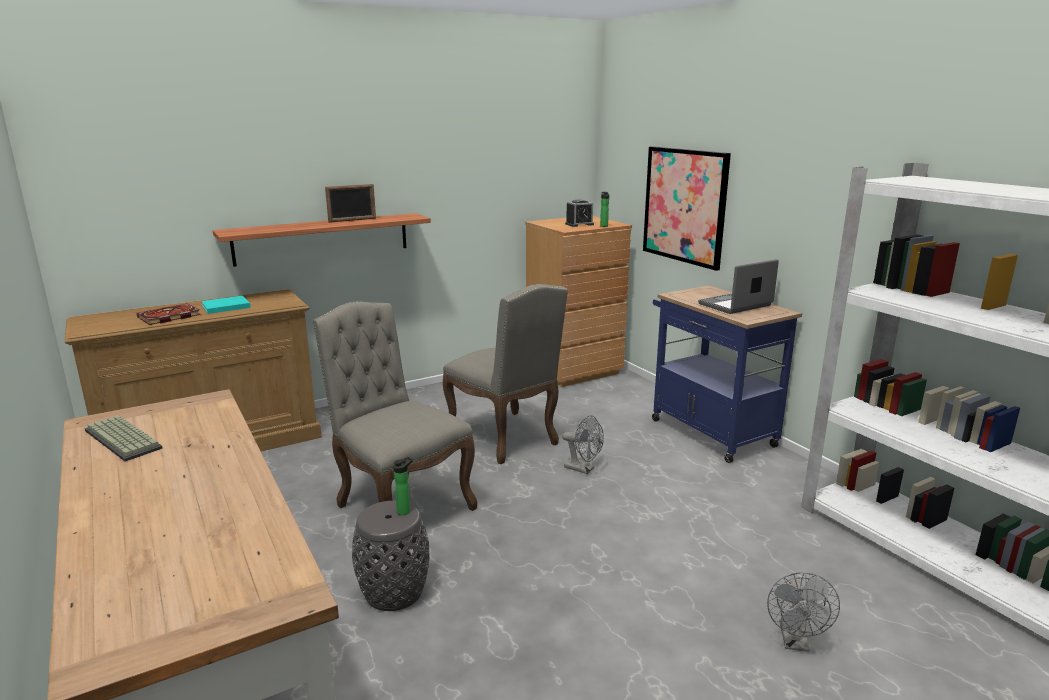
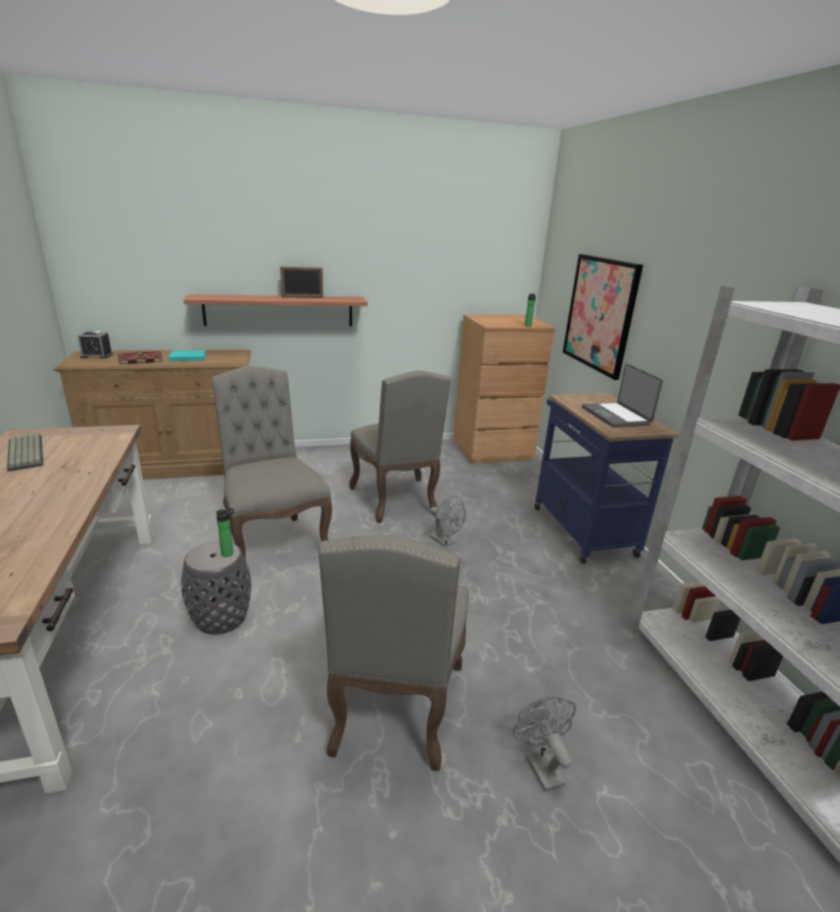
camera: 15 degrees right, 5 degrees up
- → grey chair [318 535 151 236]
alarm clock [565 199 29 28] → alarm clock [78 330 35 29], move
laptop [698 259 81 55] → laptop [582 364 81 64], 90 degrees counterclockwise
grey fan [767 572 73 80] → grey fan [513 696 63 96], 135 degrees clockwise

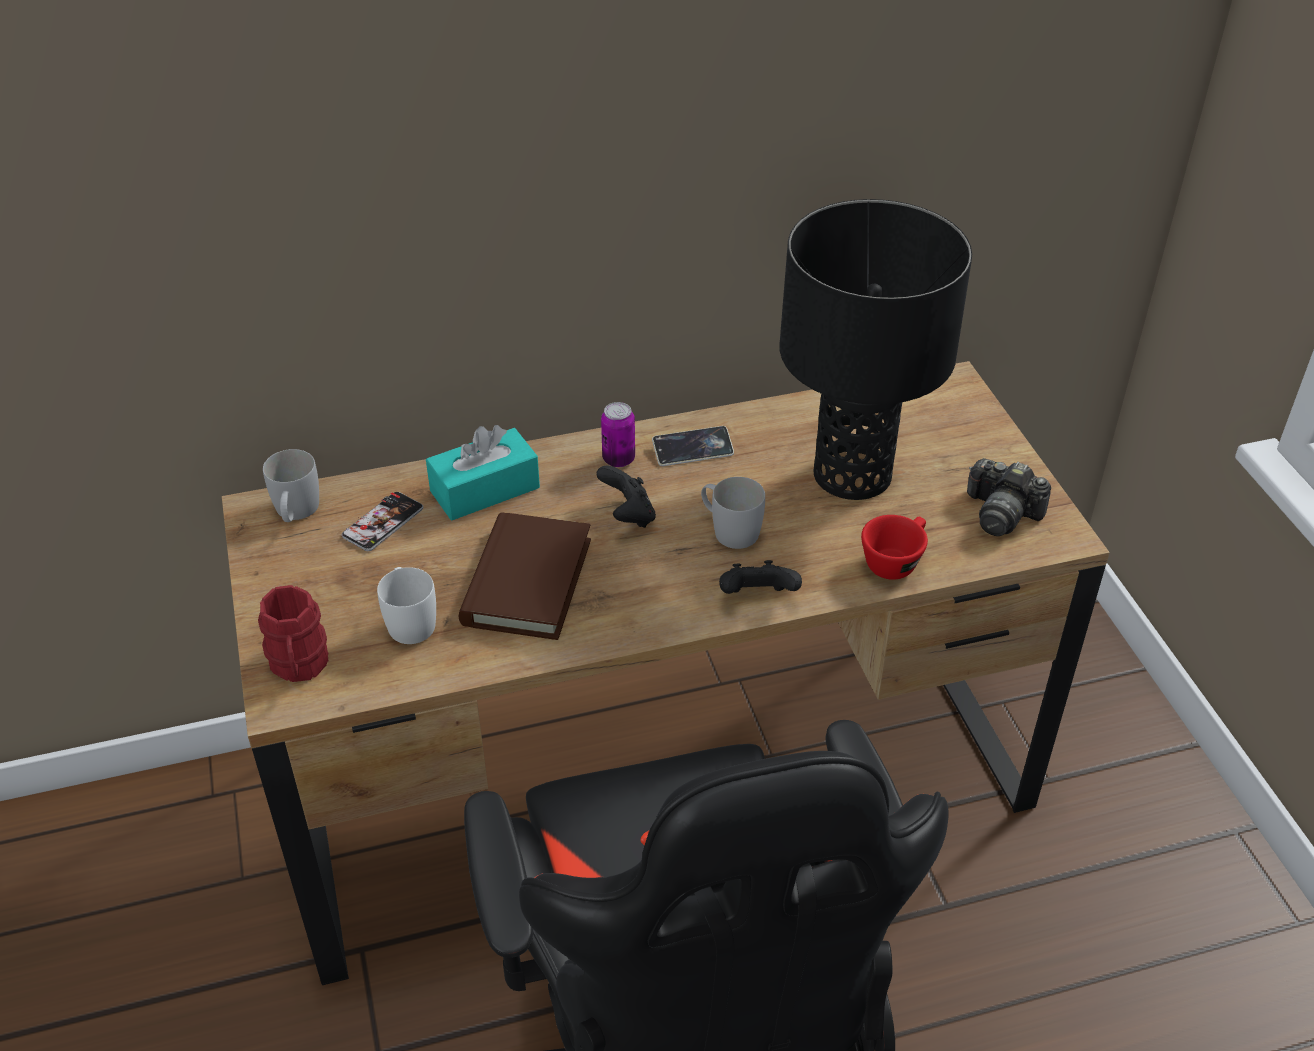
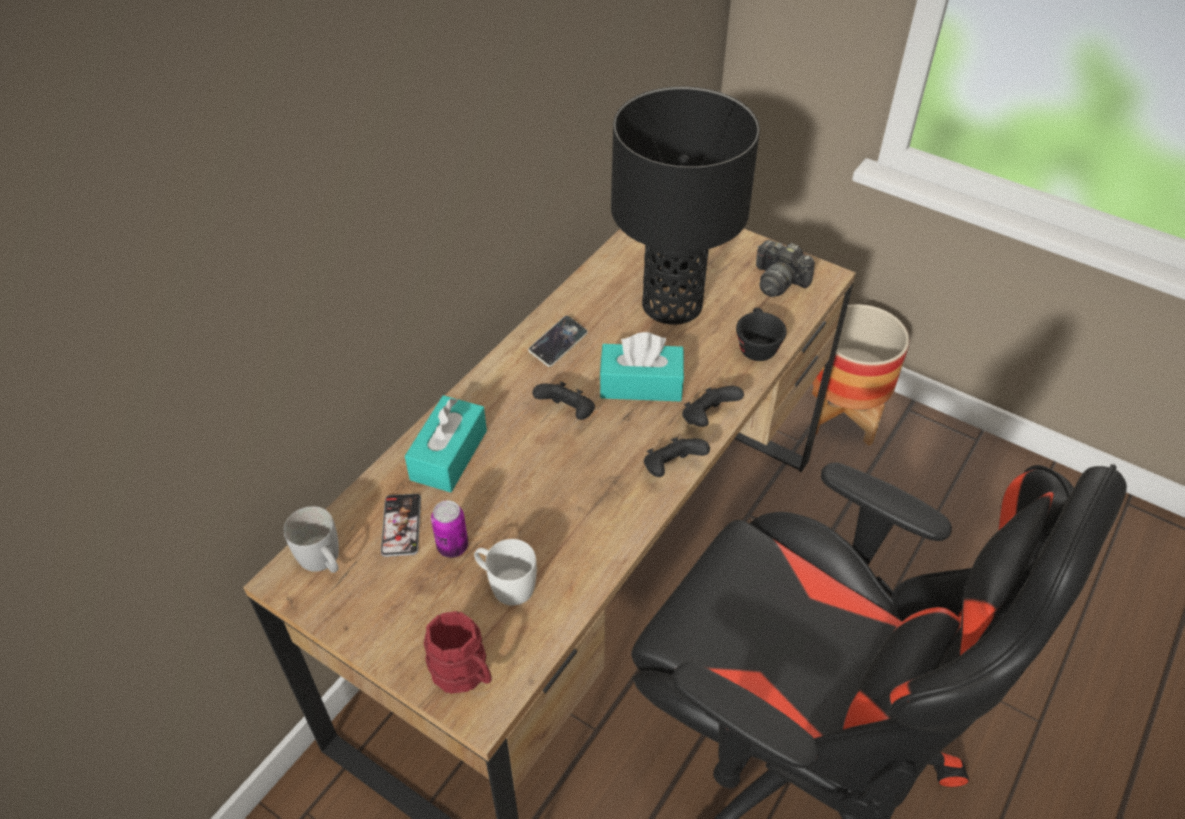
camera: 40 degrees left, 5 degrees up
brown book [459 512 132 128] → -
- → black game controller [644 437 66 40]
- → planter [811 304 98 142]
can [601 402 34 65] → can [431 500 37 58], move
white mug [701 477 64 72] → turquoise tissue box [599 332 85 69]
red cup [861 515 67 65] → black cup [736 308 50 53]
photo camera [967 458 84 78] → photo camera [756 240 59 57], 45 degrees clockwise

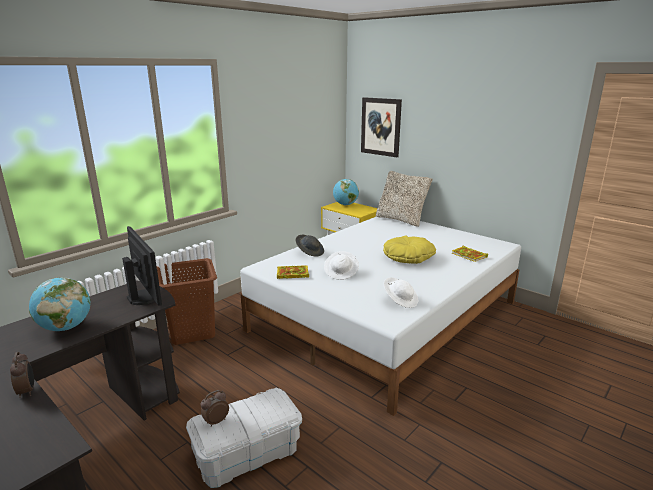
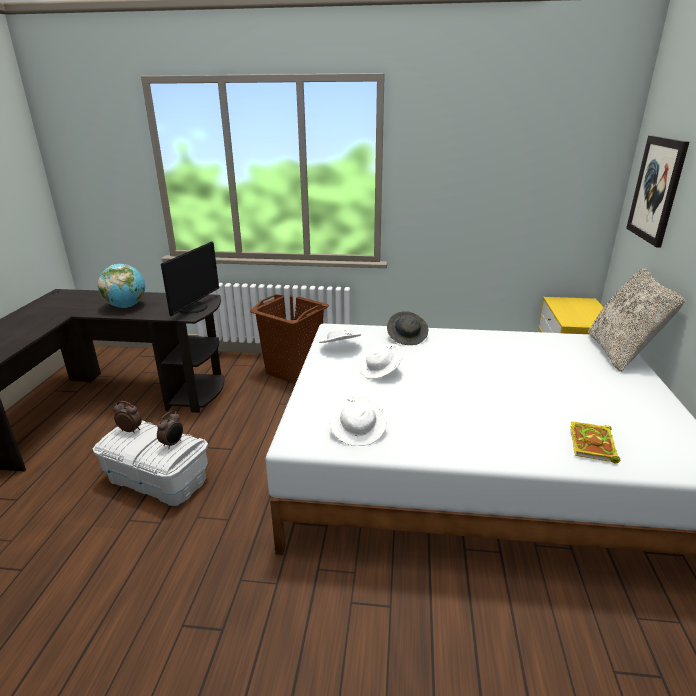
camera: 55 degrees right, 5 degrees up
globe [333 179 26 26] → -
yellow pillow [383 235 53 29] → -
alarm clock [10 352 24 46] → alarm clock [157 411 26 38], move
book [277 265 32 14] → white hat [319 326 43 17]

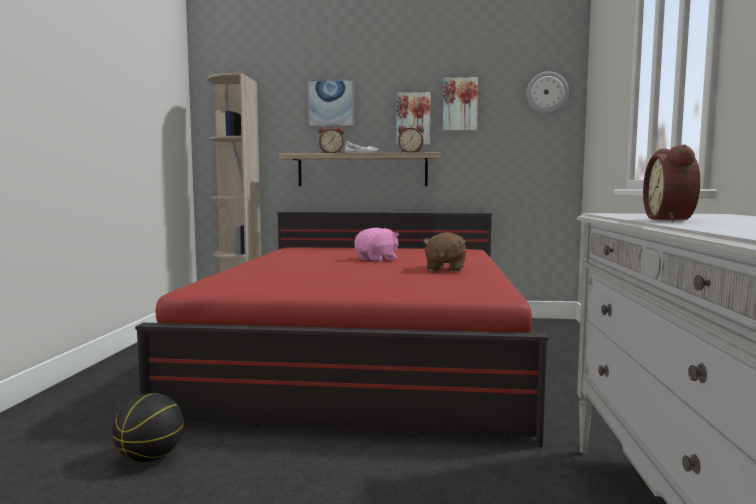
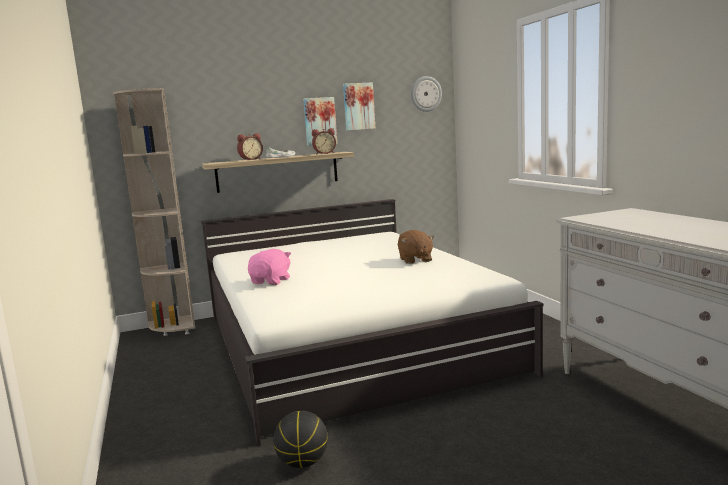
camera: 25 degrees left, 5 degrees up
picture [307 79 47 48] → -
alarm clock [643 144 57 77] → -
pink plush toy [354 228 45 34] → pink plush toy [248 249 43 36], move
red bed [135 212 413 235] → white bed [201 199 343 247]

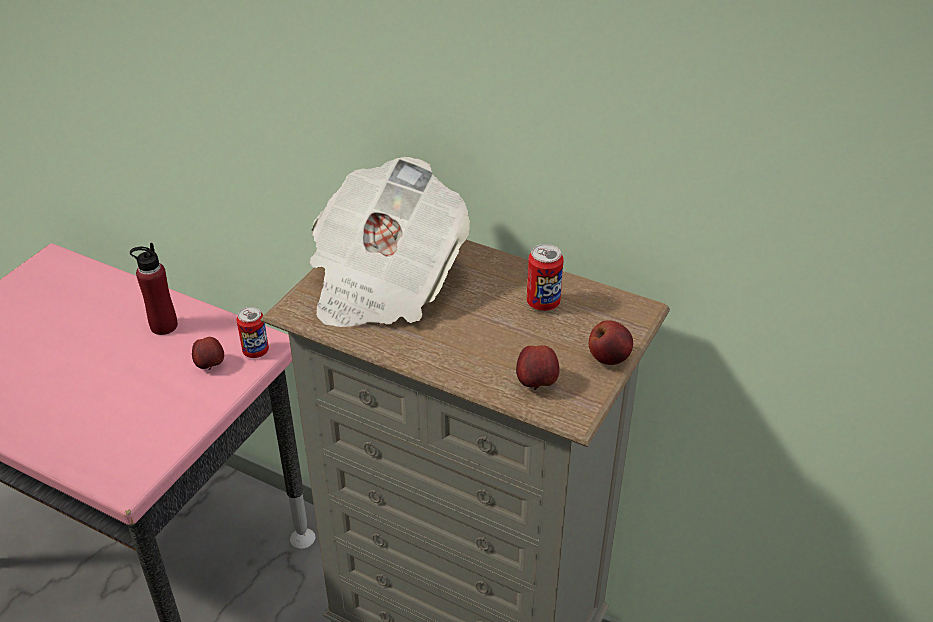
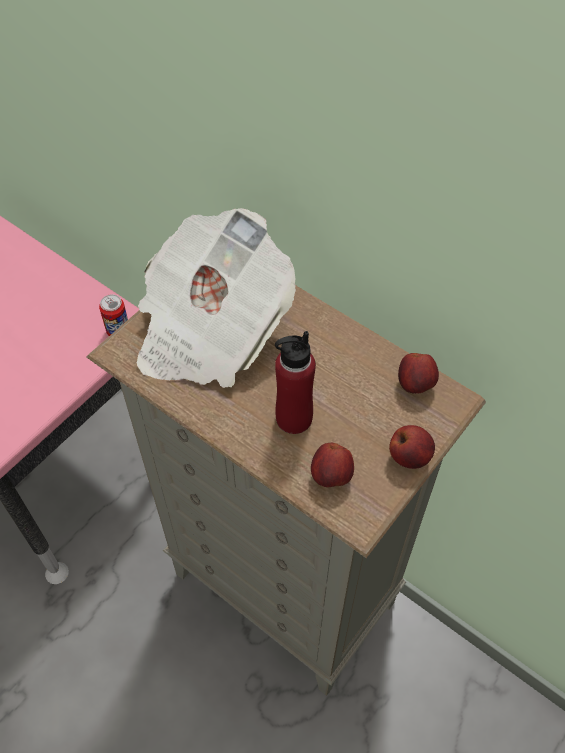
camera: 10 degrees right, 15 degrees up
can [527 244 37 67] → -
red bottle [130 243 48 92] → red bottle [275 331 41 103], move
apple [192 337 32 33] → apple [398 353 41 41], move

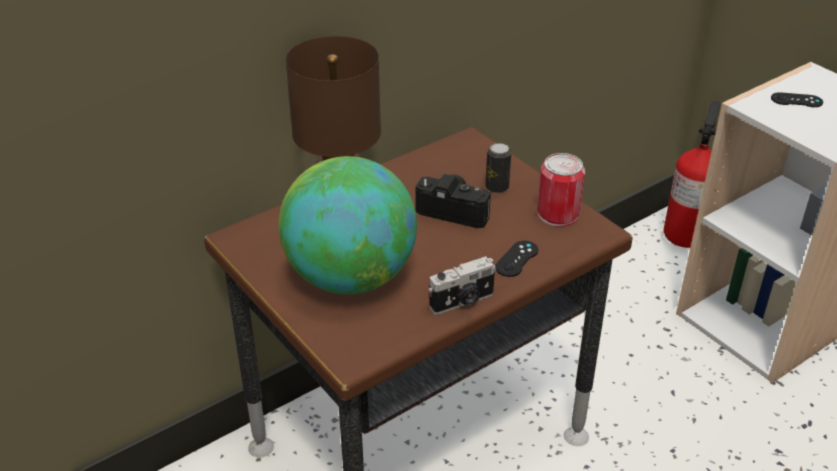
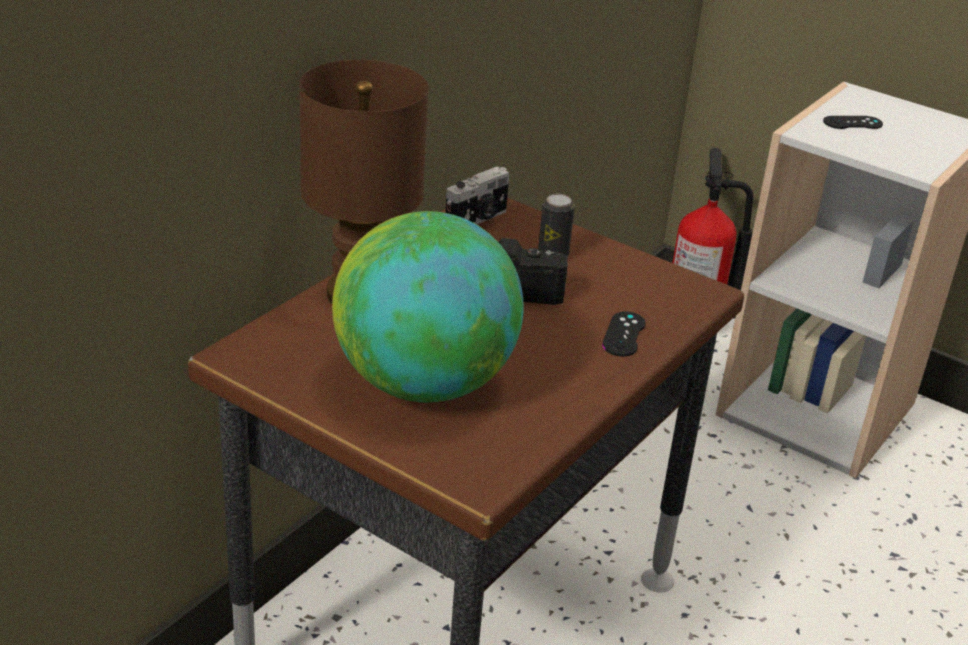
camera: 20 degrees left, 5 degrees down
can [537 153 48 73] → -
photo camera [428 256 68 59] → photo camera [445 166 64 59], move

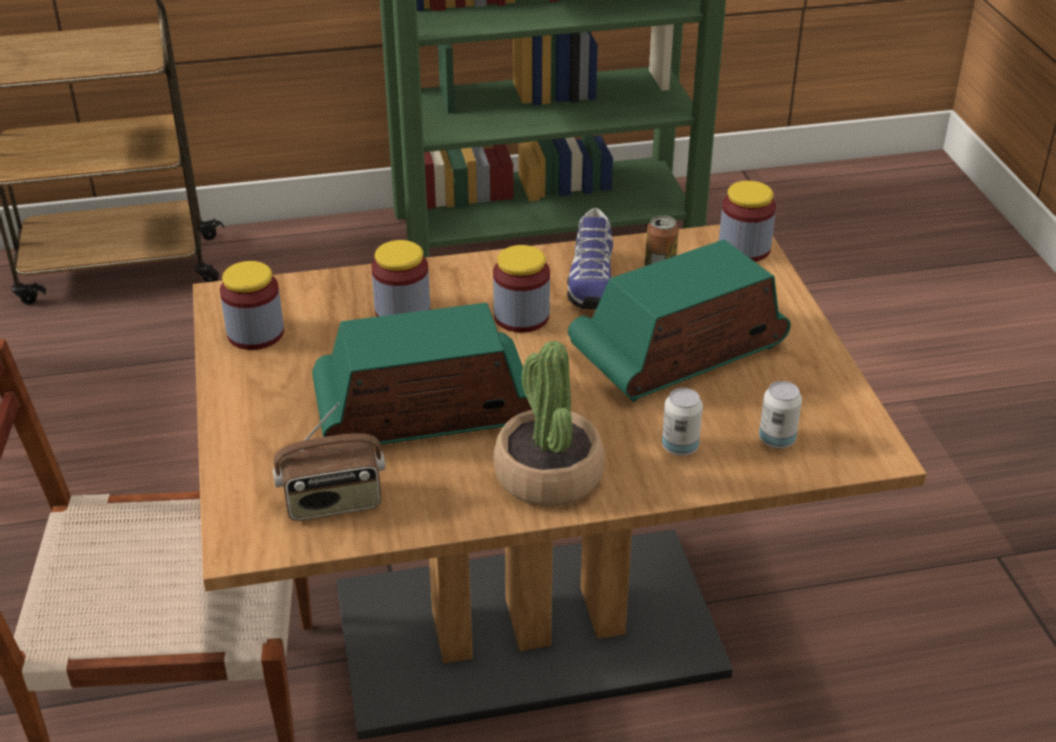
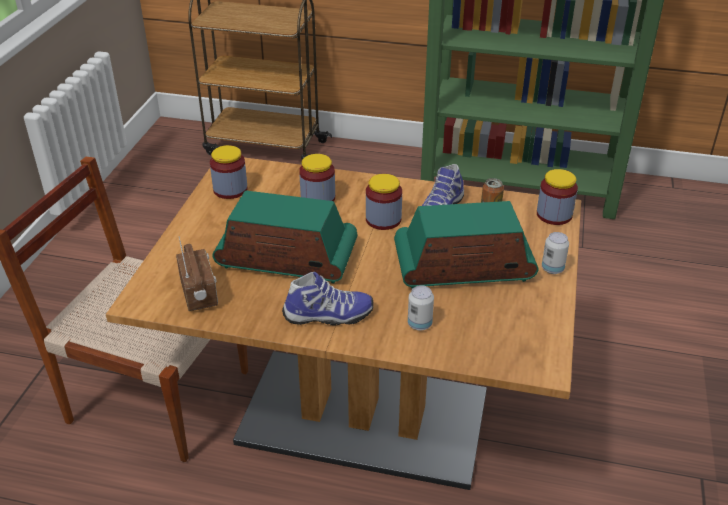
camera: 25 degrees right, 0 degrees up
can [759 381 43 68] → can [542 232 27 42], move
potted plant [493 341 112 165] → shoe [282 272 92 54]
radio [273 403 112 118] → radio [176 236 42 75], 120 degrees counterclockwise

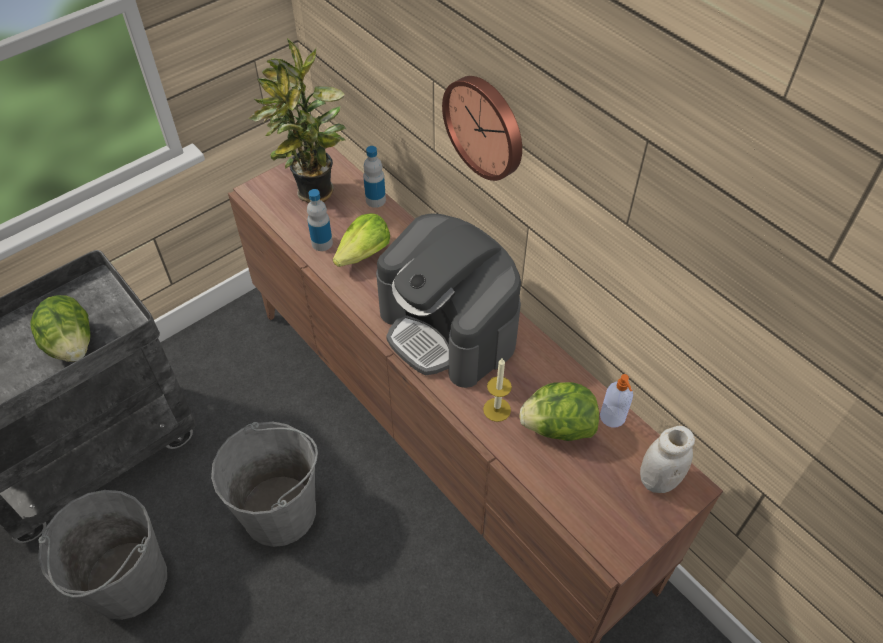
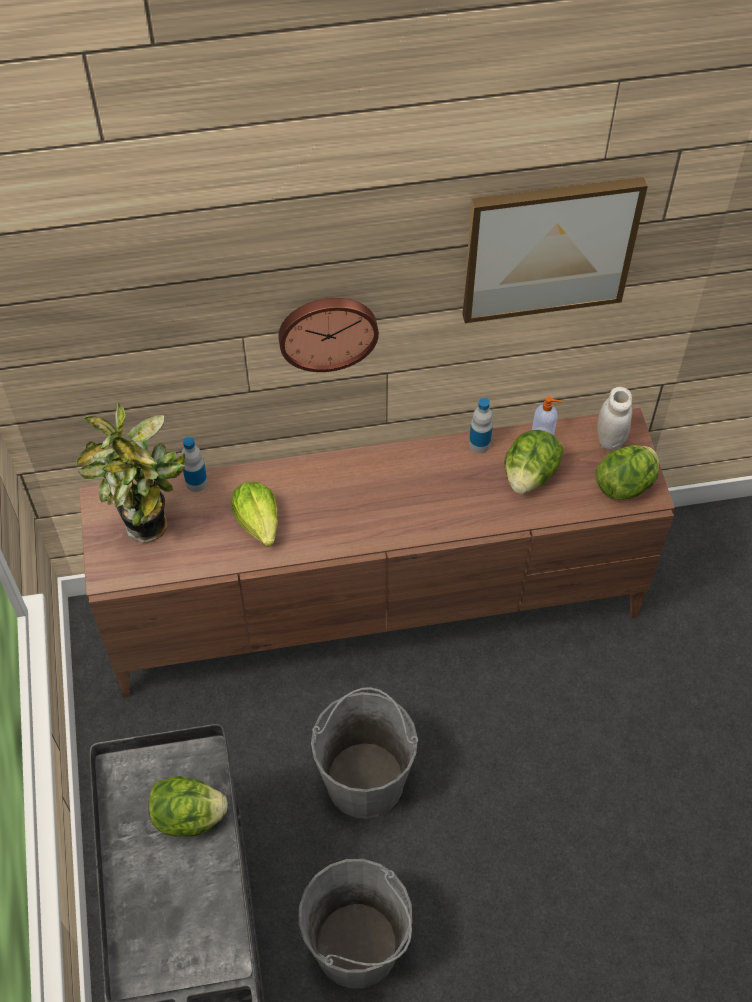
camera: 60 degrees left, 5 degrees up
coffee machine [376 213 145 175] → -
candle [483 358 29 64] → -
- → picture [462 177 186 146]
- → lettuce [596 445 63 55]
bottle [307 189 26 62] → bottle [469 398 24 55], move

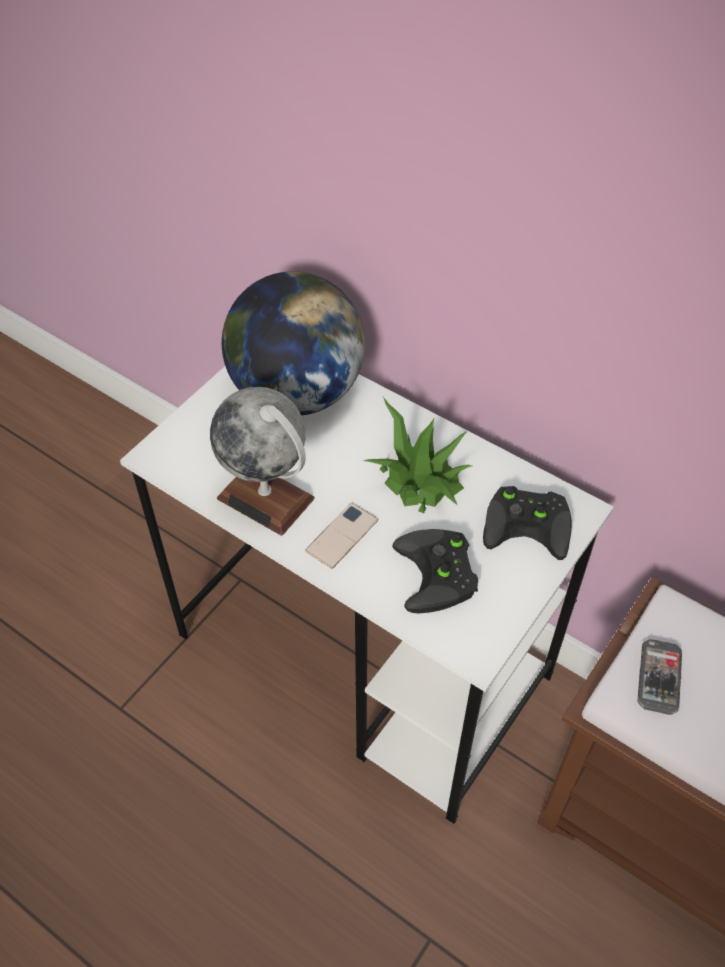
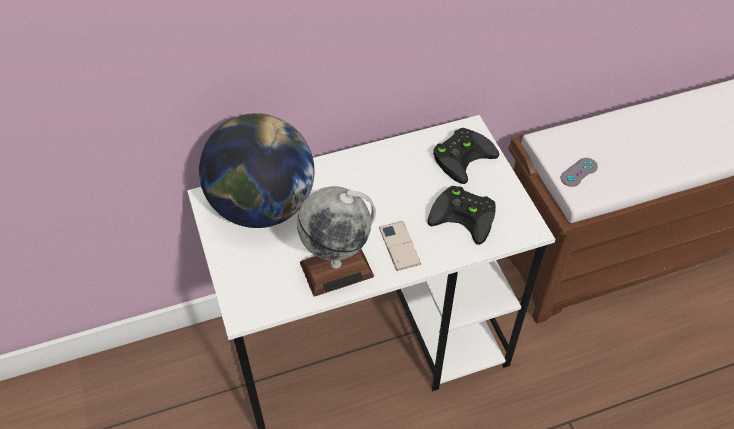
camera: 55 degrees left, 0 degrees up
potted plant [363 397 109 116] → -
phone [638 639 44 76] → grey game controller [561 158 37 29]

